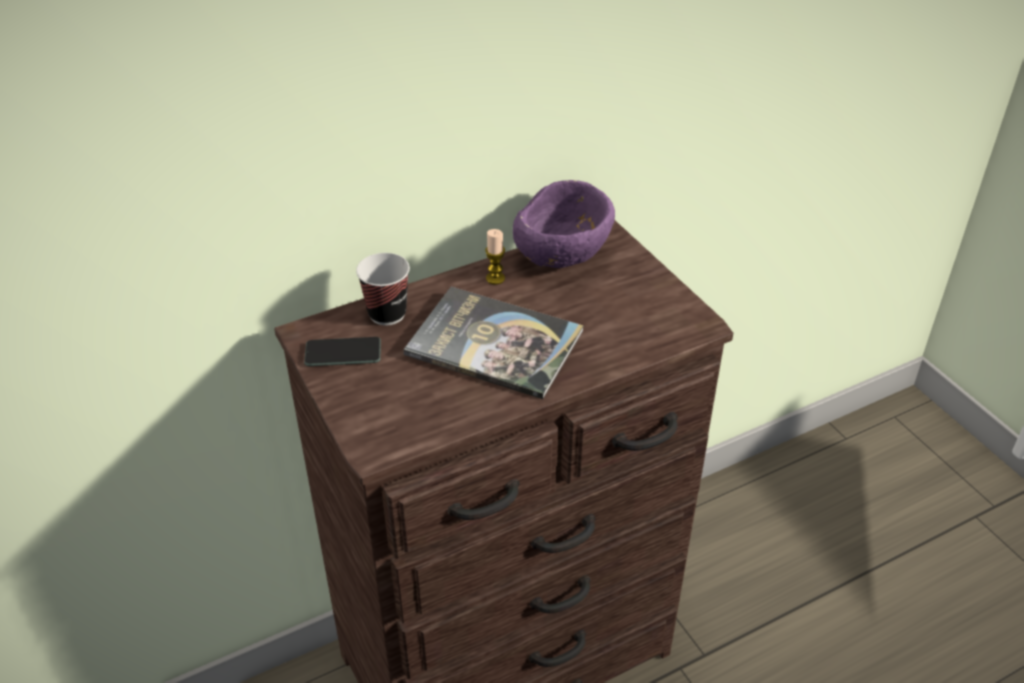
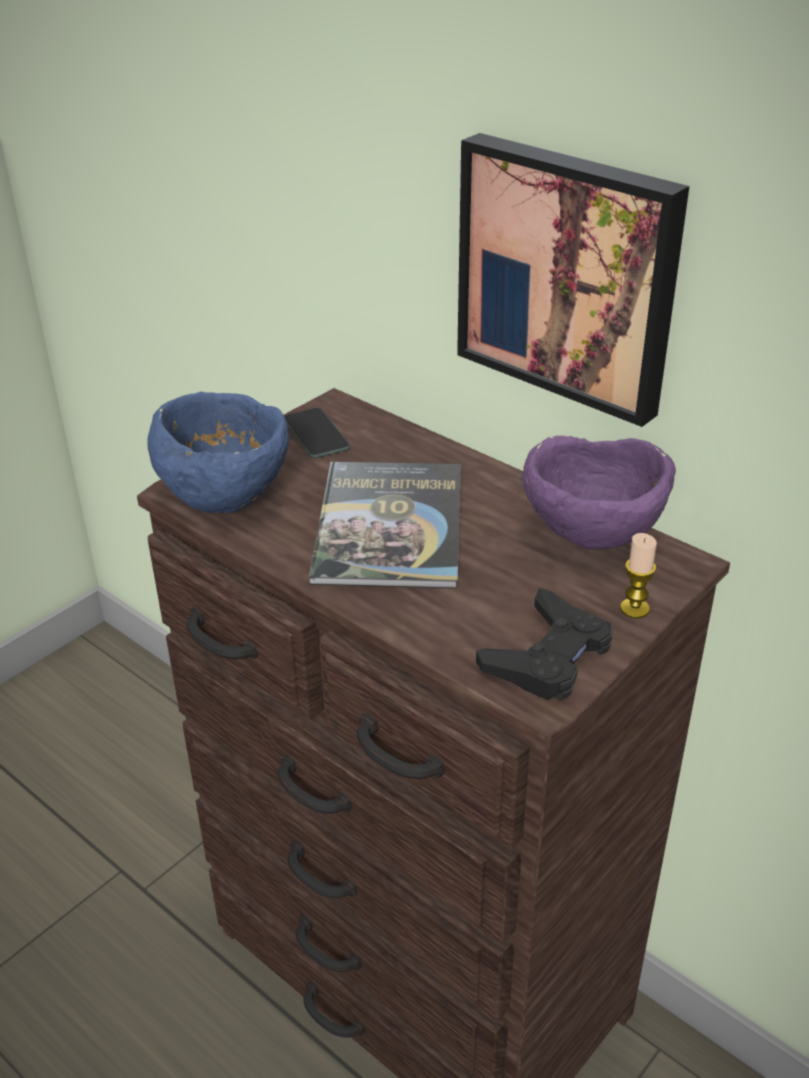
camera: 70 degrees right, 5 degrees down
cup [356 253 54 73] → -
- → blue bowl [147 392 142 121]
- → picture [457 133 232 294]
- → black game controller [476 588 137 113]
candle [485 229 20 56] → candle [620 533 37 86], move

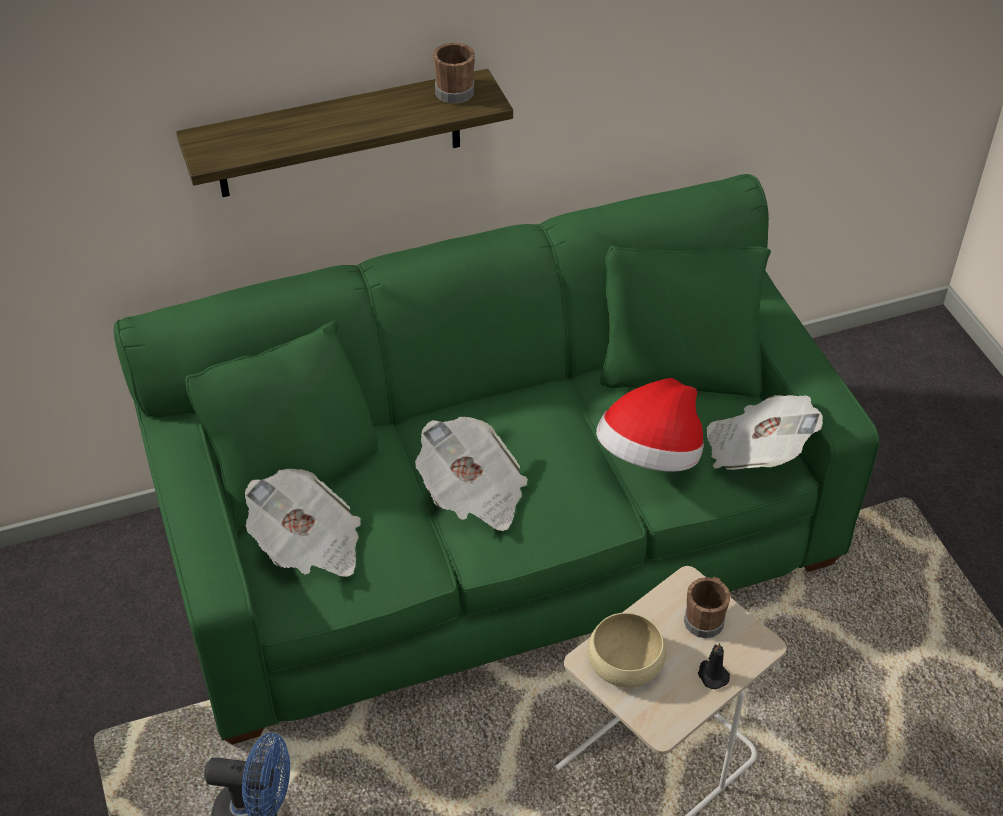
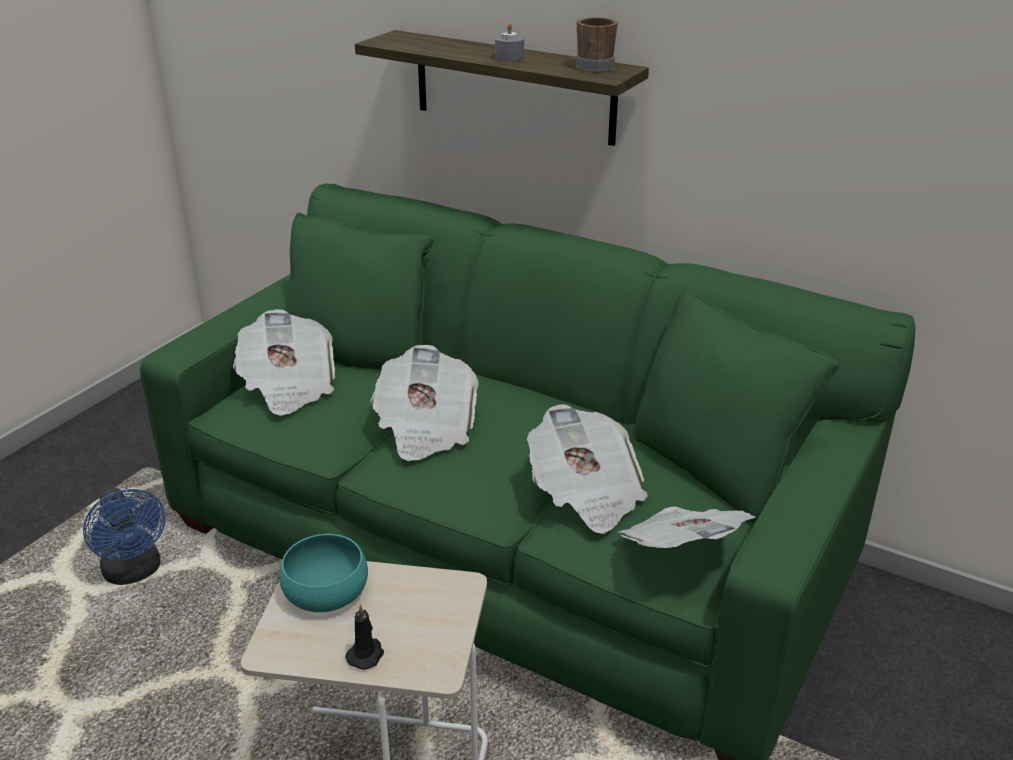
camera: 50 degrees right, 15 degrees down
brown mug [684 577 47 61] → -
- → grey candle [495 22 29 40]
hat [596 378 108 94] → newspaper [527 404 121 130]
beige bowl [588 612 78 76] → turquoise bowl [279 534 89 78]

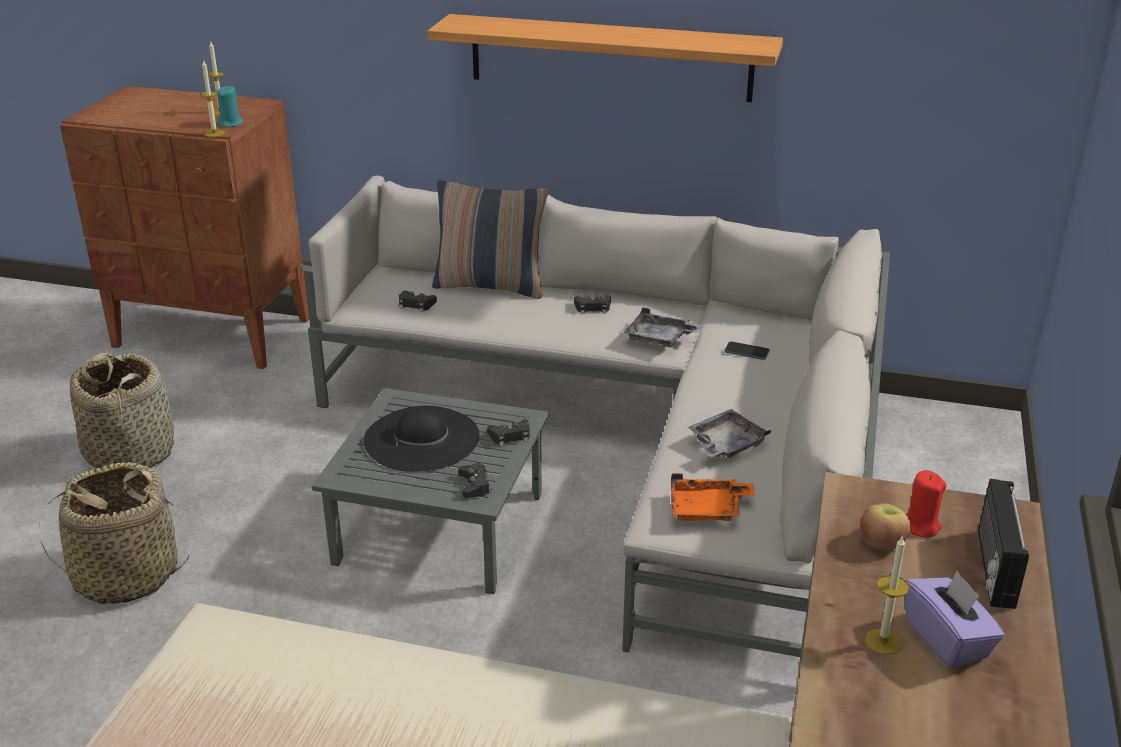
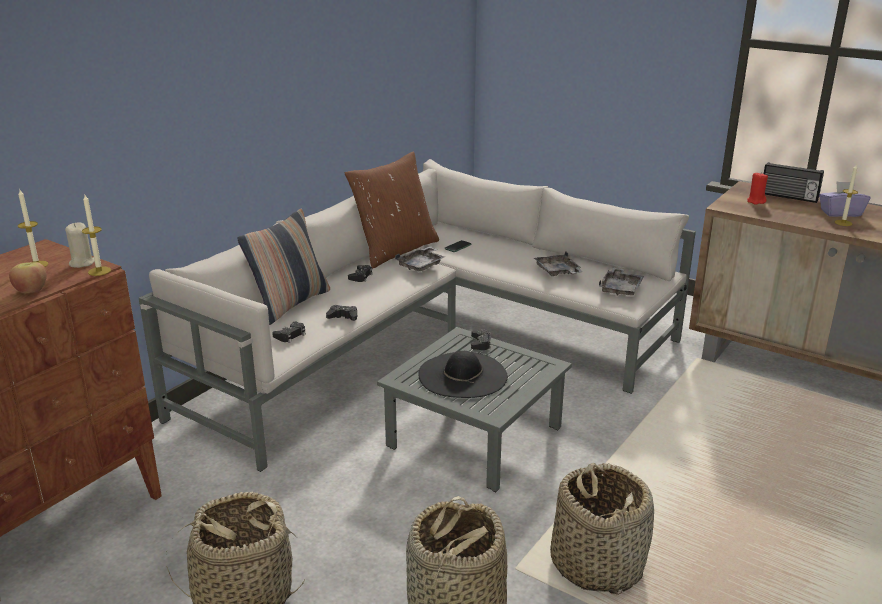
camera: 70 degrees left, 5 degrees down
shelf [427 14 356 88] → -
- → brown pillow [345 152 94 116]
- → basket [550 463 104 132]
black game controller [458 463 33 35] → black game controller [326 305 31 16], move
apple [861 503 50 48] → apple [9 262 38 31], move
turquoise candle [217 85 26 42] → beige candle [65 222 29 46]
orange tray [671 473 84 48] → grey tray [599 267 45 29]

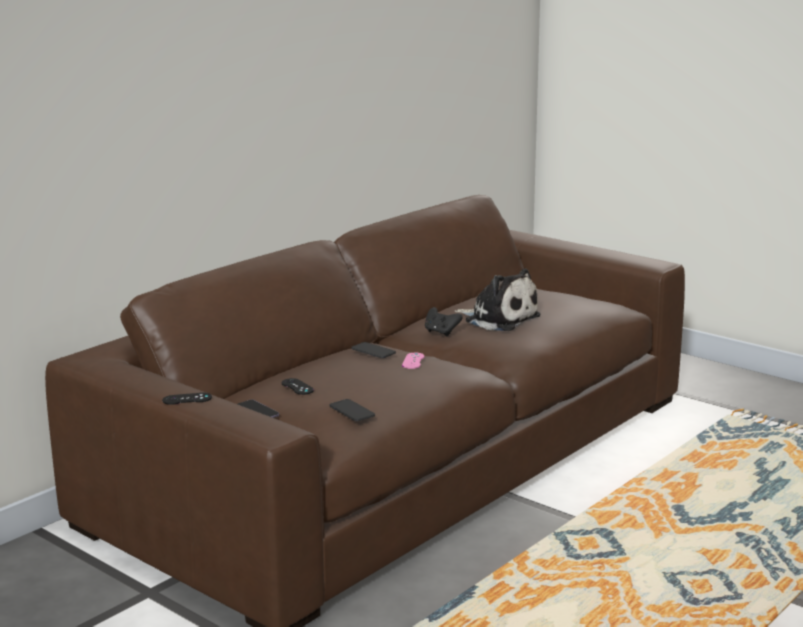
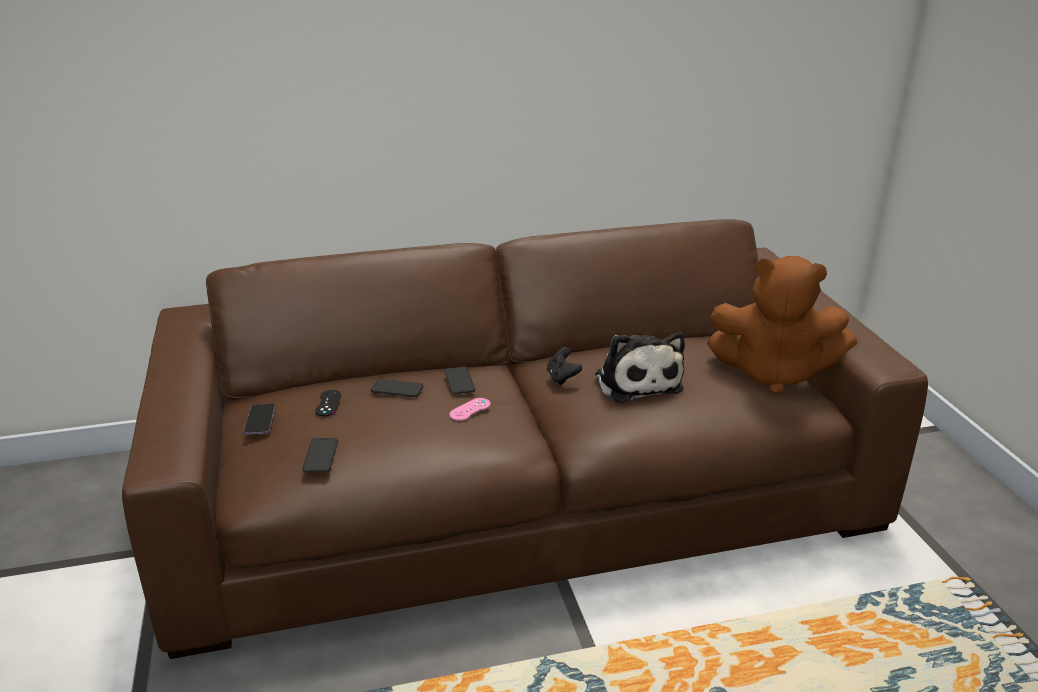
camera: 35 degrees right, 10 degrees up
black game controller [162 393 50 12] → -
- → phone [371 379 53 18]
- → brown plush toy [707 256 150 139]

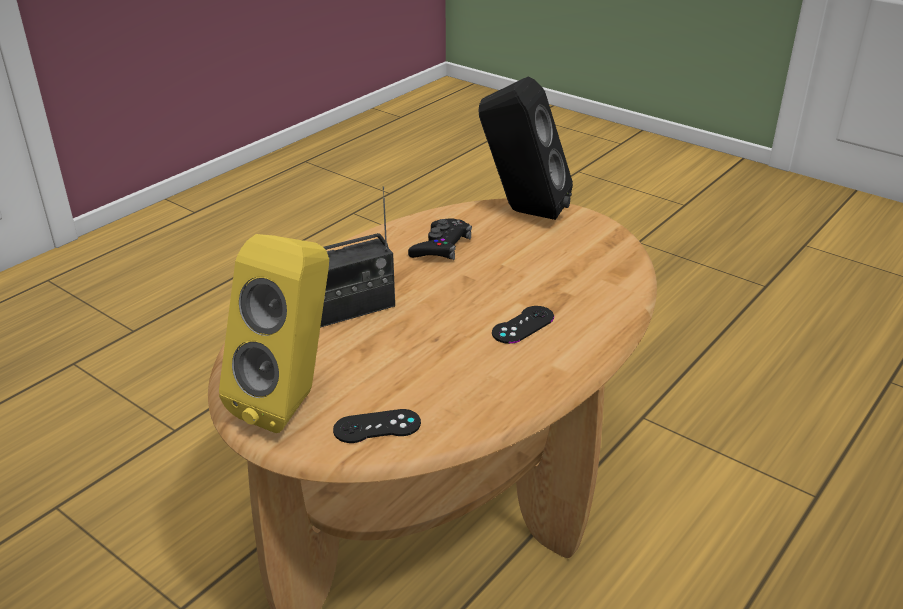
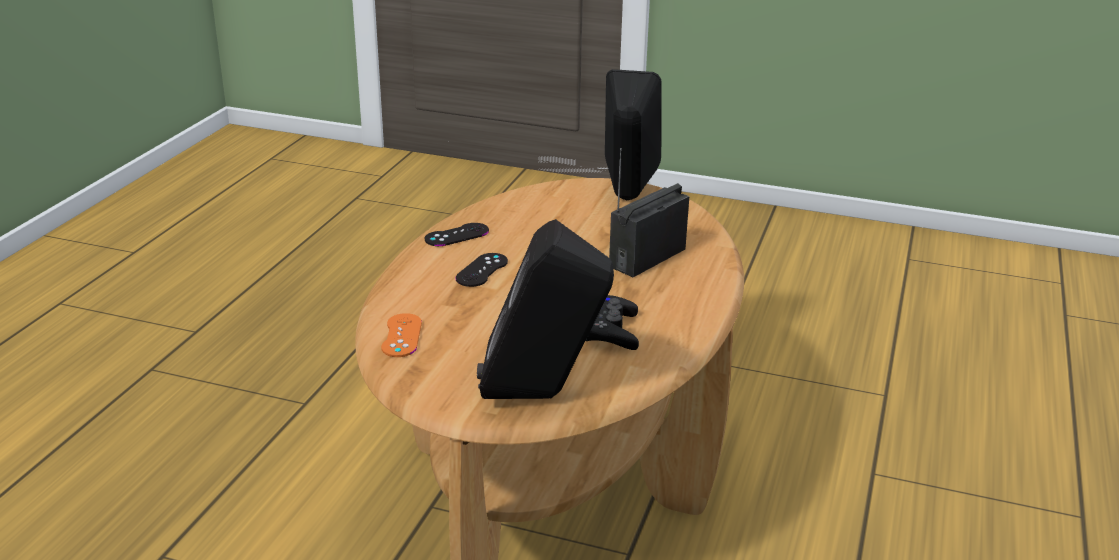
camera: 160 degrees right, 5 degrees down
- → orange game controller [381 313 41 44]
black game controller [333 409 88 34] → black game controller [425 223 64 23], move
yellow speaker [219 234 110 199] → black speaker [605 69 57 131]

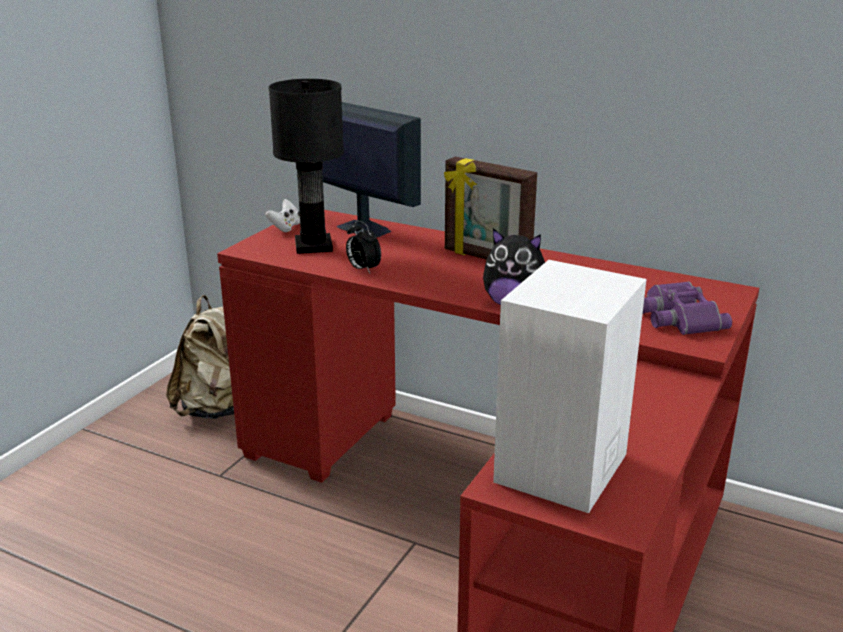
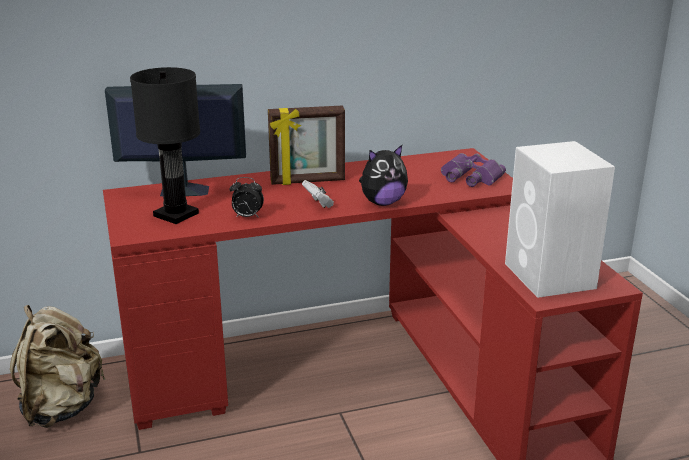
camera: 45 degrees left, 0 degrees up
white game controller [265 199 35 33] → white game controller [302 180 32 28], move

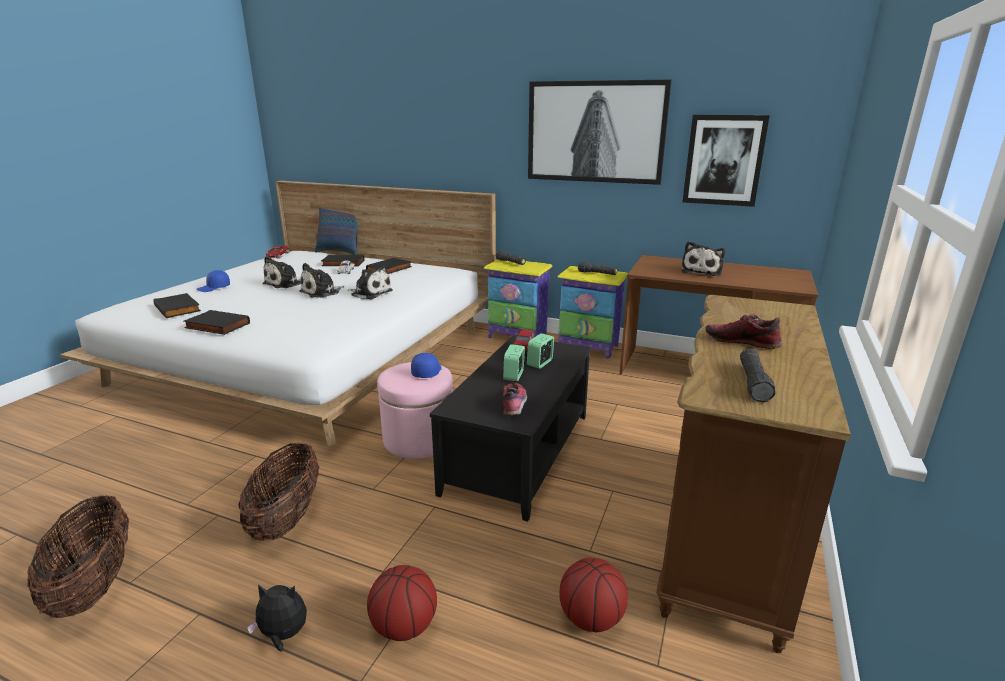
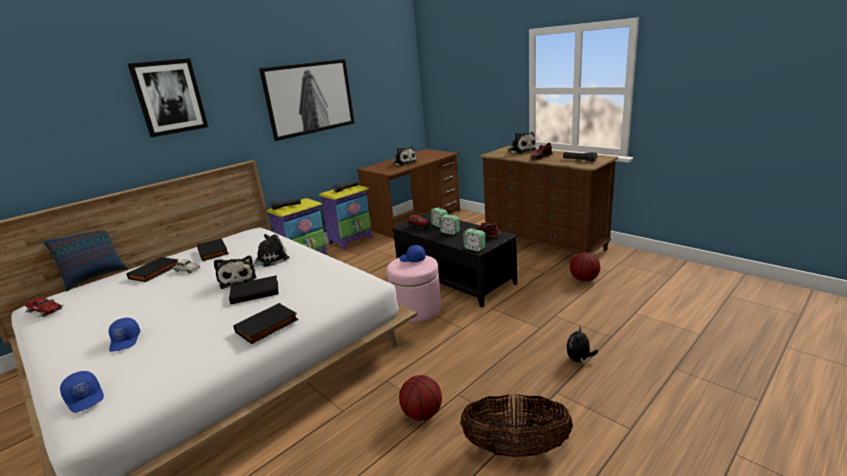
camera: 65 degrees left, 0 degrees up
basket [238 442 81 99] → -
- → blue cap [60 371 44 42]
- → alarm clock [463 229 23 22]
black book [153 293 48 25] → black book [229 275 50 29], move
plush toy [262 256 39 32] → plush toy [508 132 29 22], move
basketball [367 565 70 76] → basketball [399 375 43 46], move
picture [683 115 87 92] → picture [128 58 80 79], move

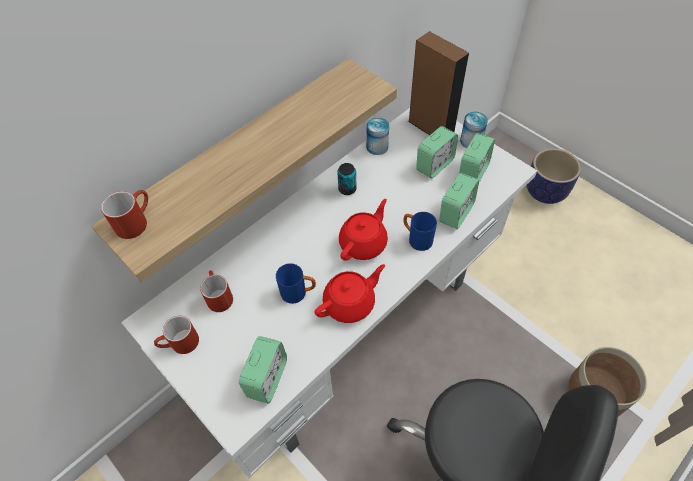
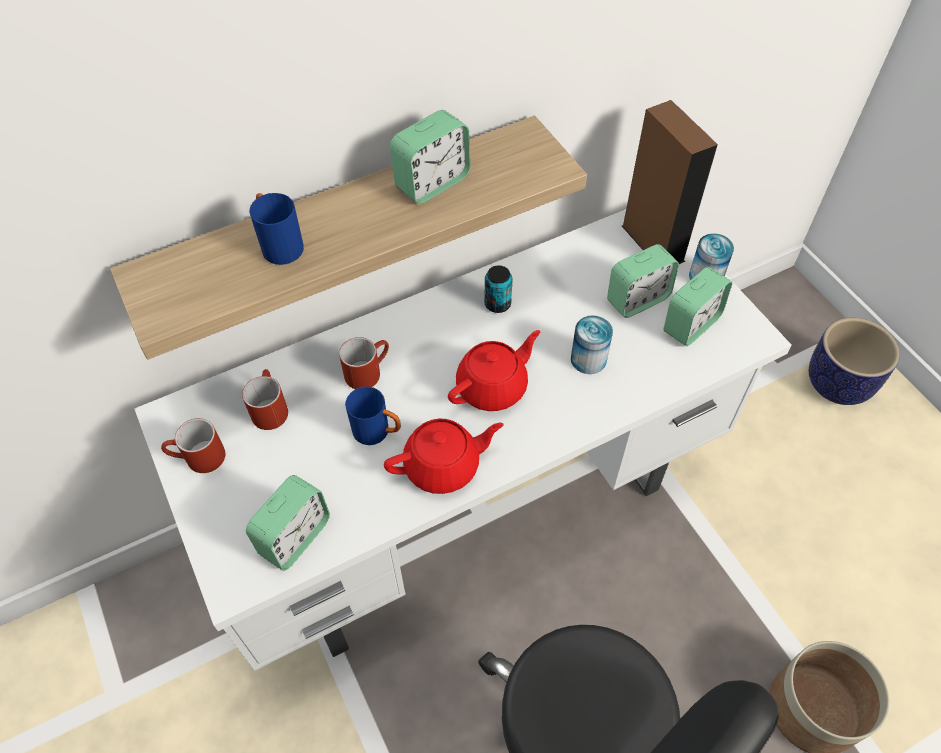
camera: 15 degrees right, 0 degrees up
red mug [101 190 47 49] → red mug [339 337 50 52], move
can [366 118 23 37] → can [571 315 42 59], move
blue mug [403 212 34 39] → blue mug [249 193 55 72], move
alarm clock [439 173 40 56] → alarm clock [390 110 81 94], move

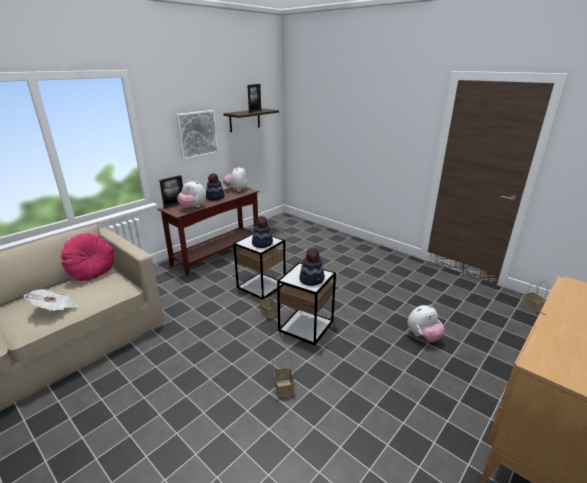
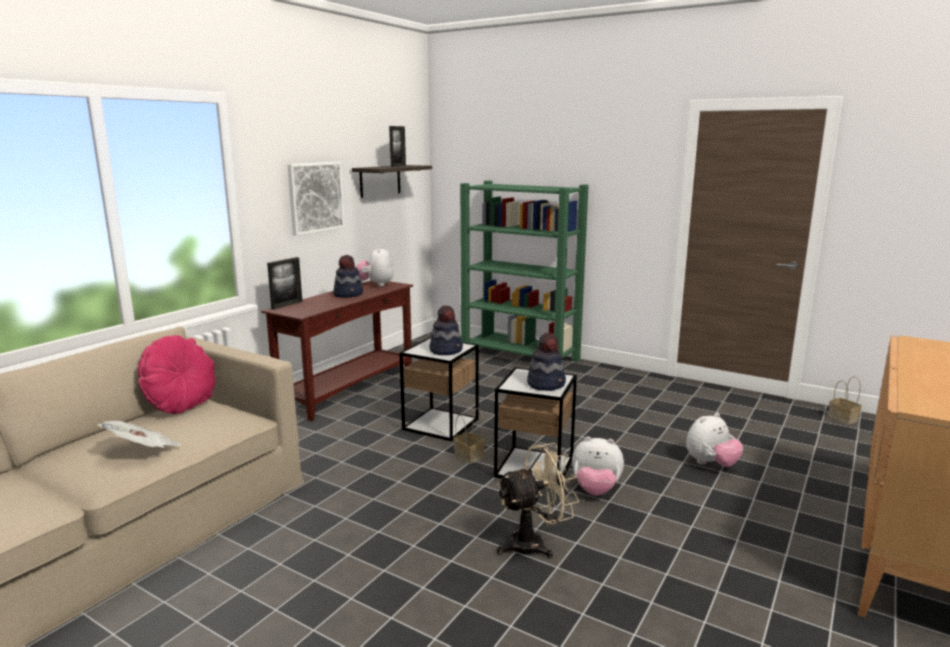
camera: 10 degrees left, 10 degrees down
- → green bookcase [460 180 129 182]
plush toy [177 180 29 28] → plush toy [572 436 52 60], move
basket [272 356 22 41] → beige fan [497 443 82 116]

